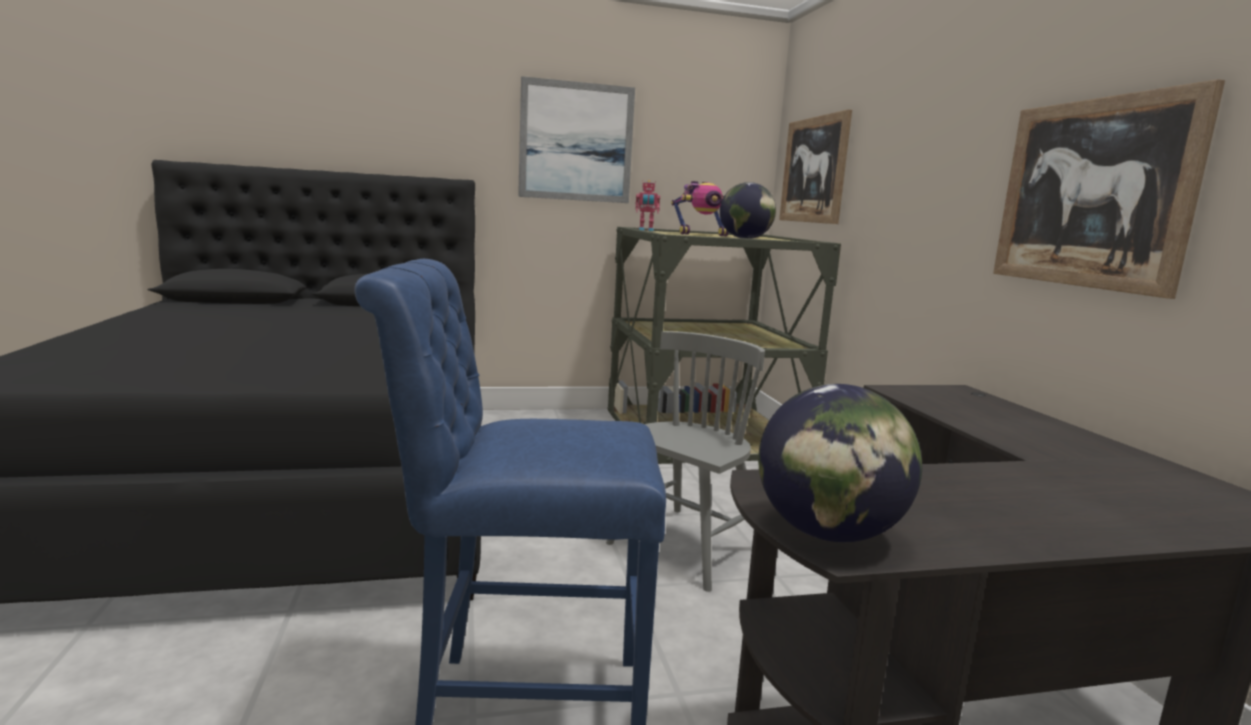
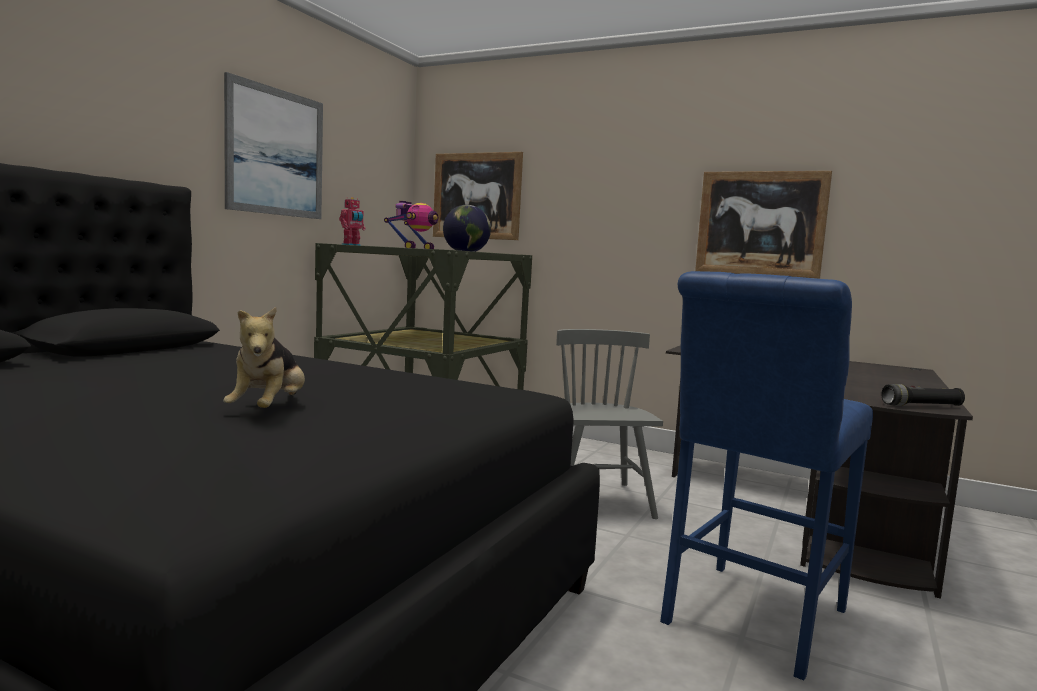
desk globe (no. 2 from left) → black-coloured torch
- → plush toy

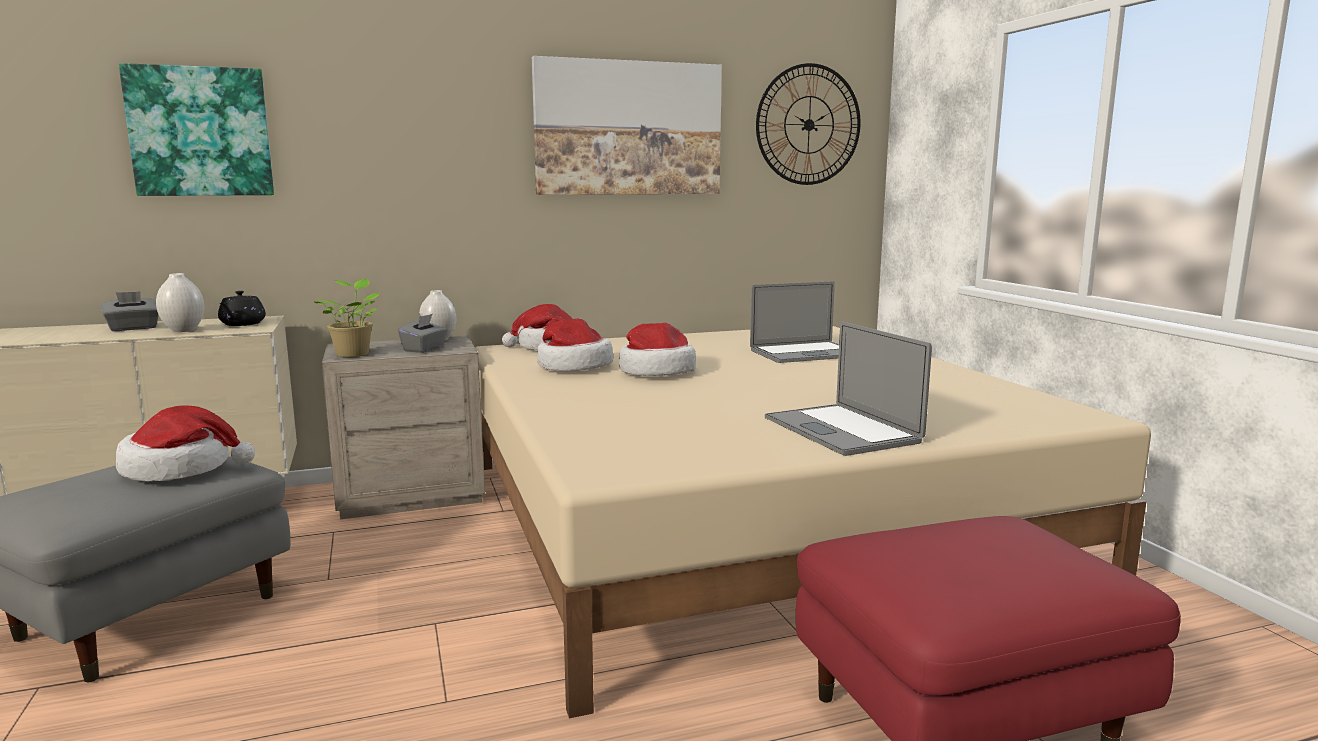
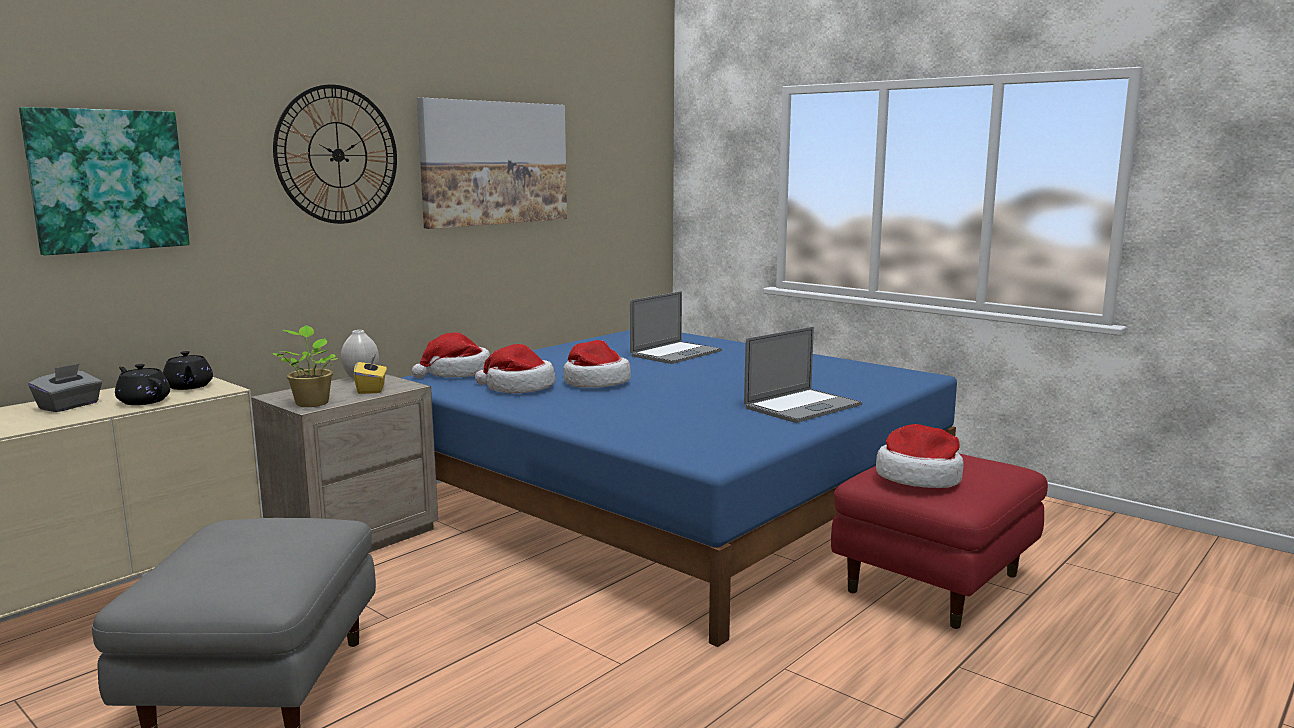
clock on the wall, shifted
whitish vase (no. 1 from left) → black-coloured teapot (no. 1 from left)
grey tissue box (no. 2 from left) → yellow-coloured tissue box
laptop (no. 2 from left), 75 degrees counterclockwise
beige-coloured bed → bluish bed
clothing hat (no. 1 from left in the first image) → clothing hat (no. 4 from left), shifted

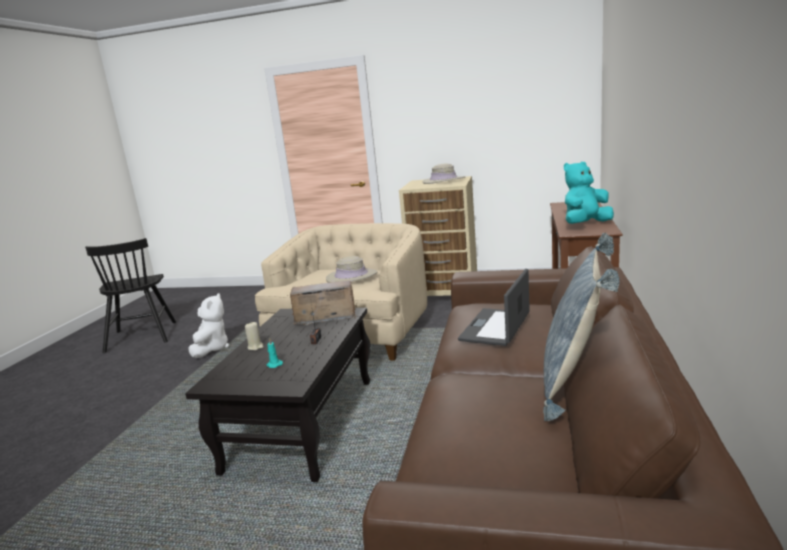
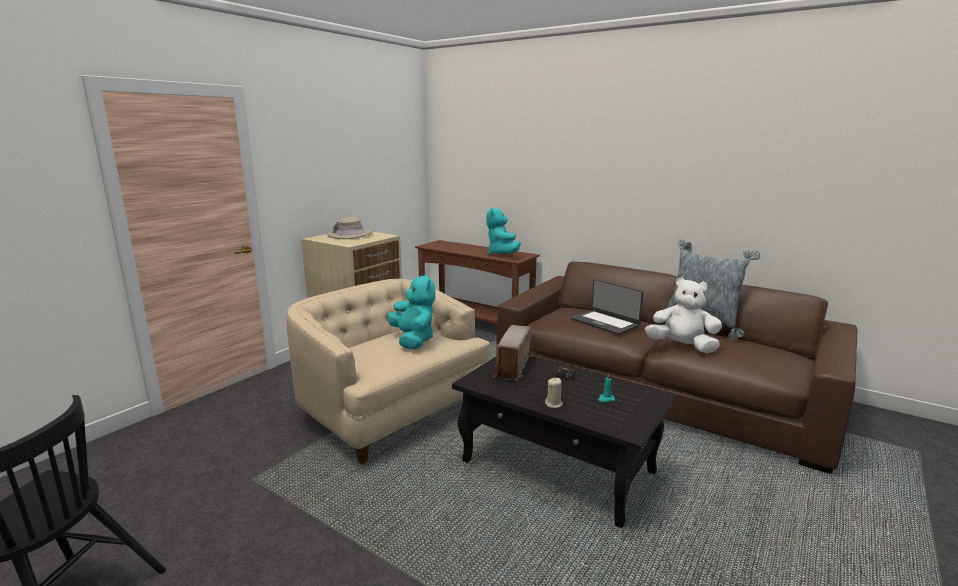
beige-coloured clothing hat (no. 1 from left) → blue-green plush toy (no. 1 from left)
whitish plush toy, shifted

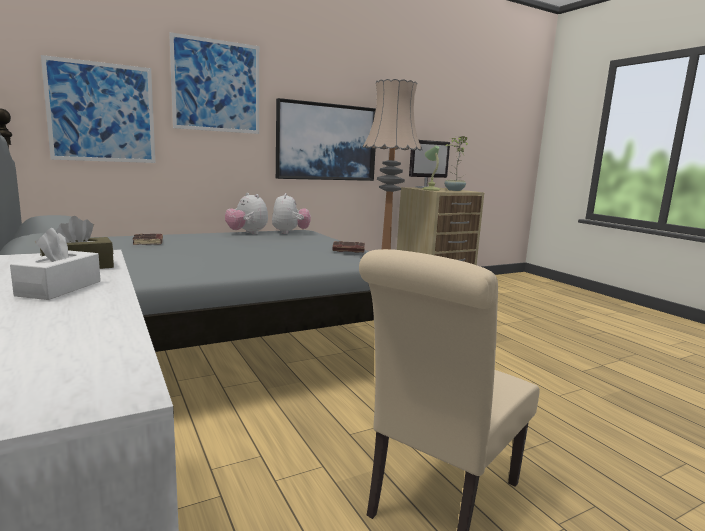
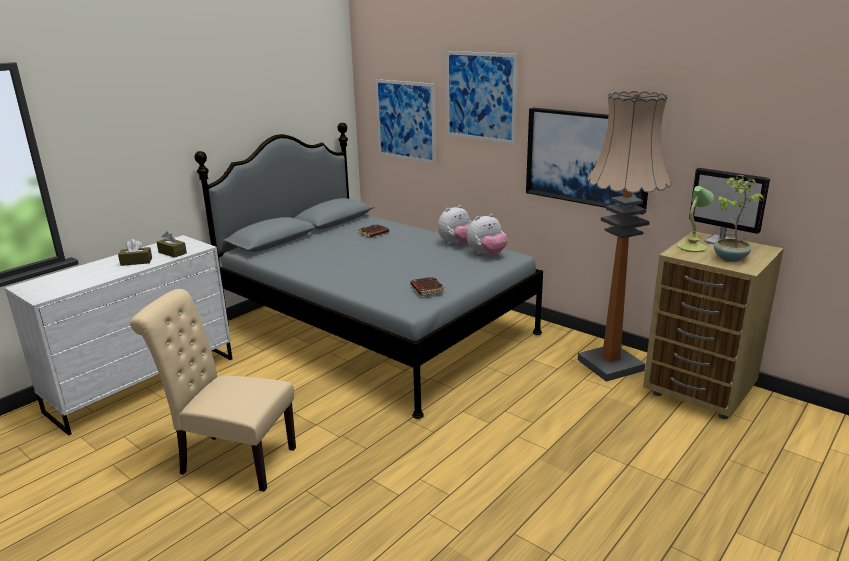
plush toy (no. 1 from left), 150 degrees counterclockwise
whitish tissue box → brownish tissue box (no. 1 from left)

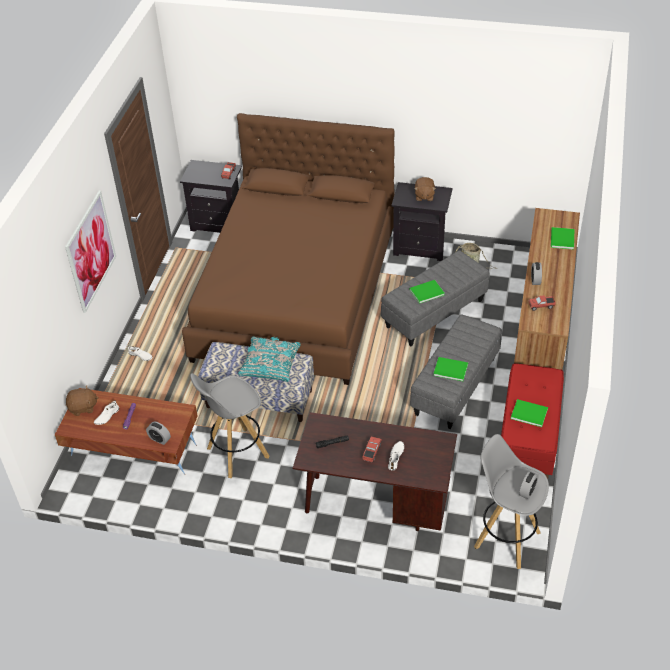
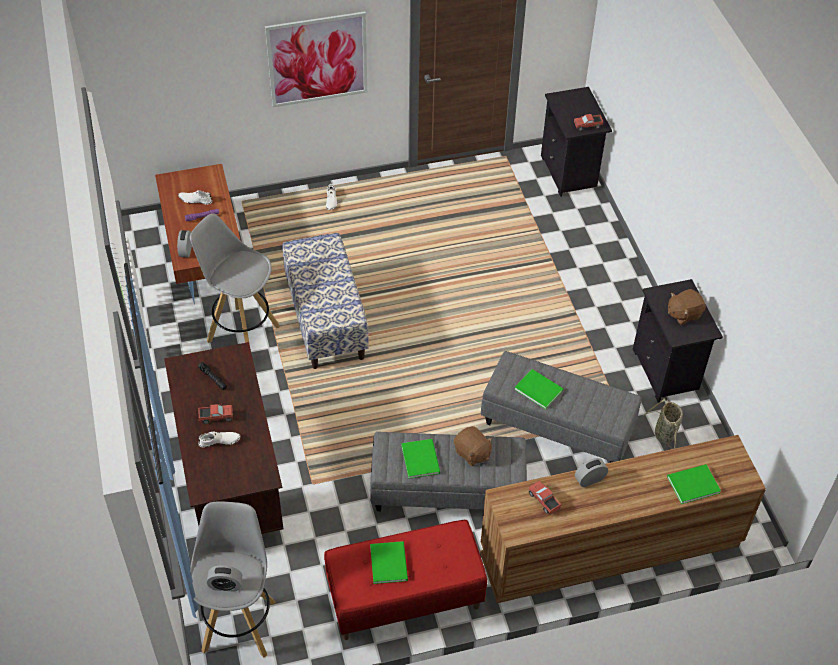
brownish bed → -
blue-green pillow → -
brownish plush toy (no. 1 from left), shifted

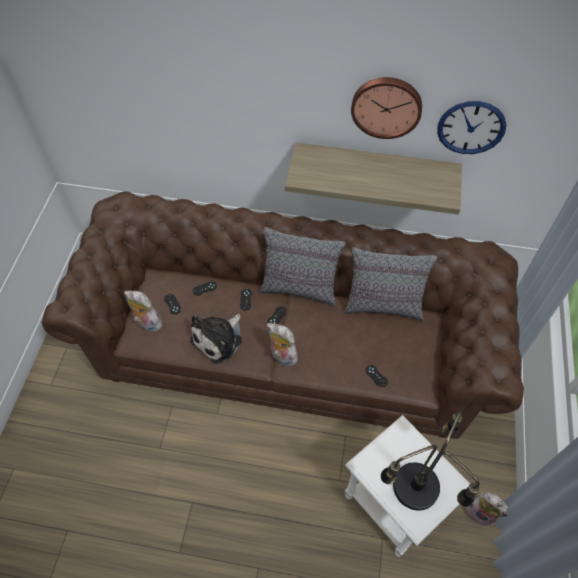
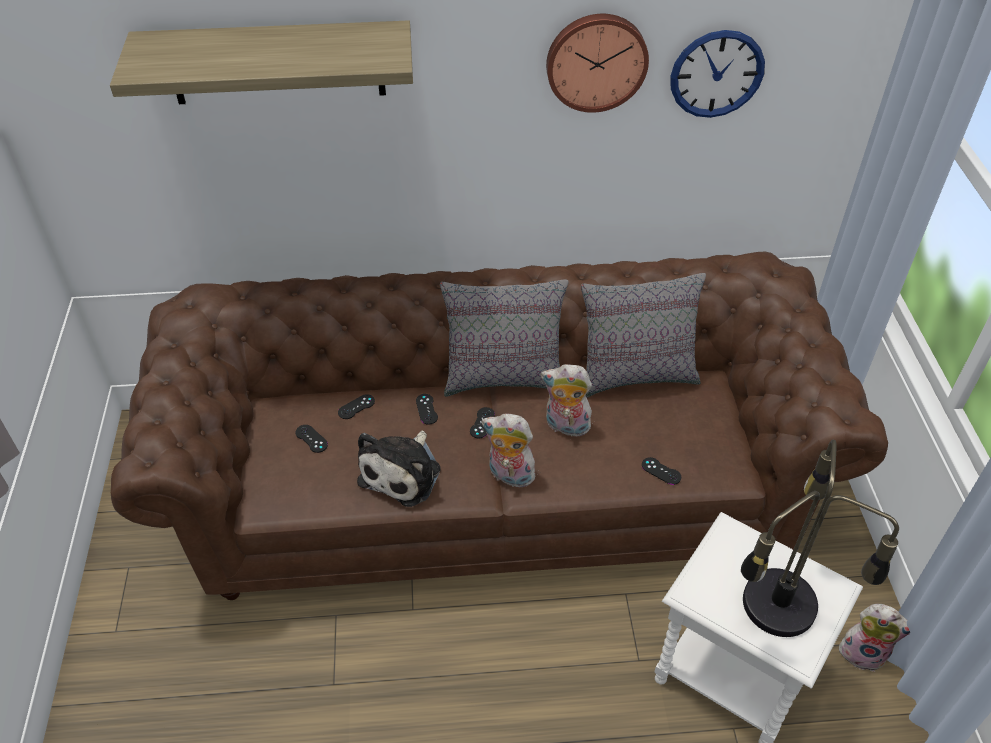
bracket shelf, shifted
plush toy (no. 1 from left in the first image) → plush toy (no. 3 from left), shifted

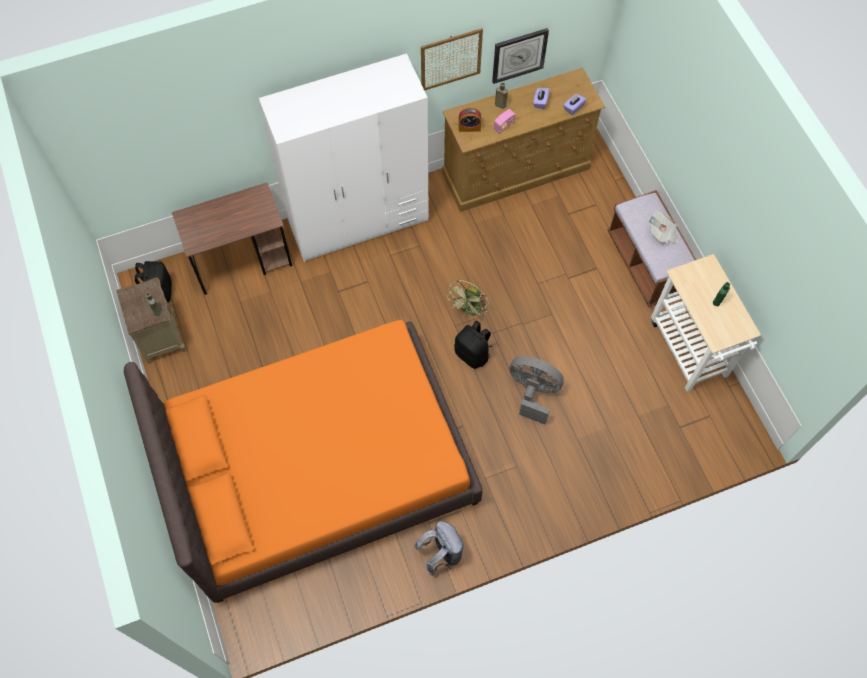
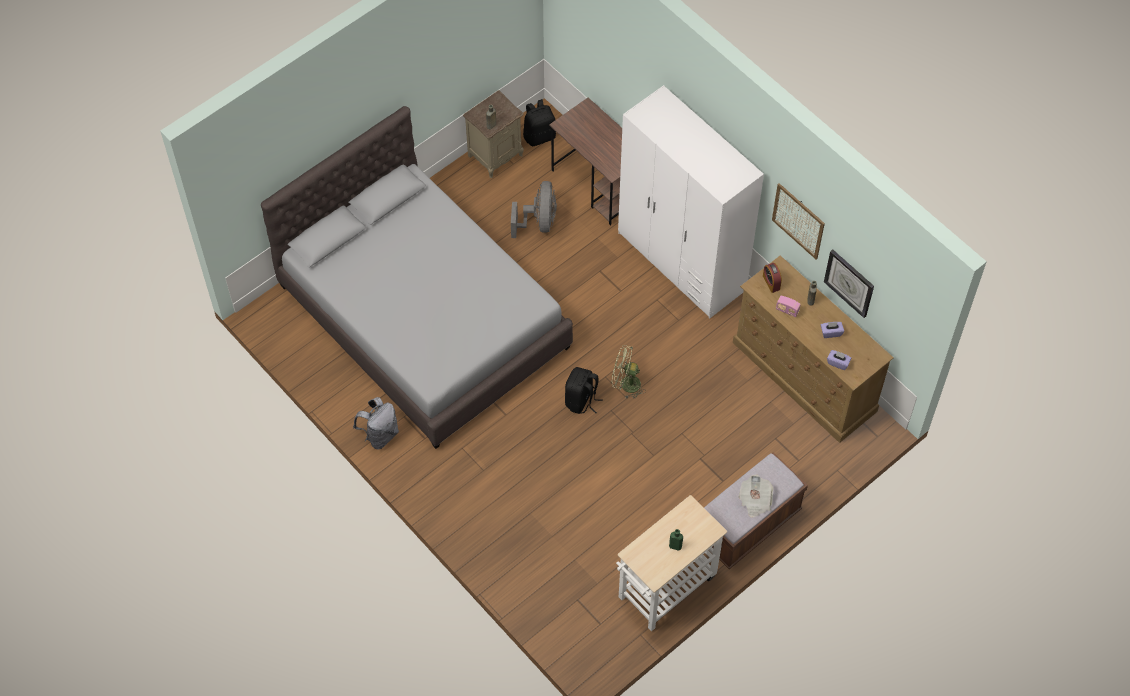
orangey bed → grey bed
grey electric fan, shifted

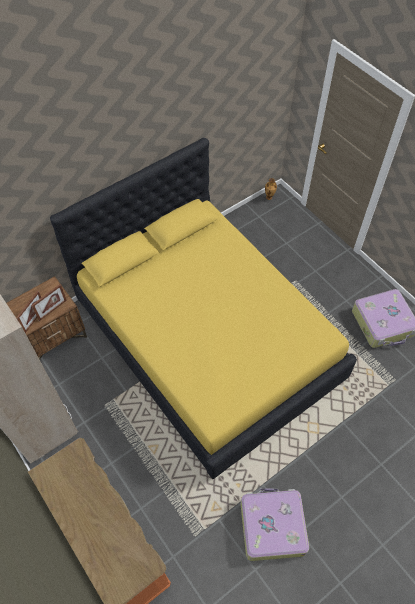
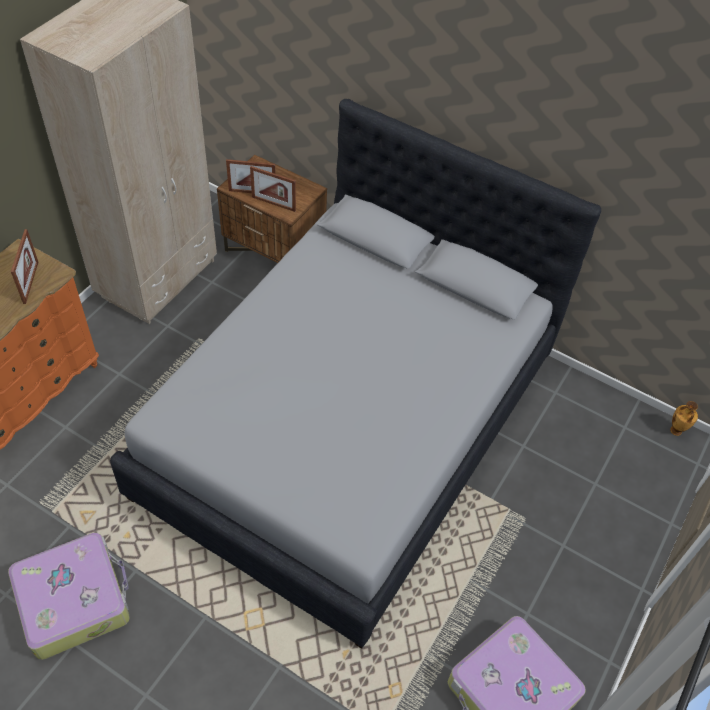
yellow-coloured bed → grey bed
- → photo frame (no. 1 from left)

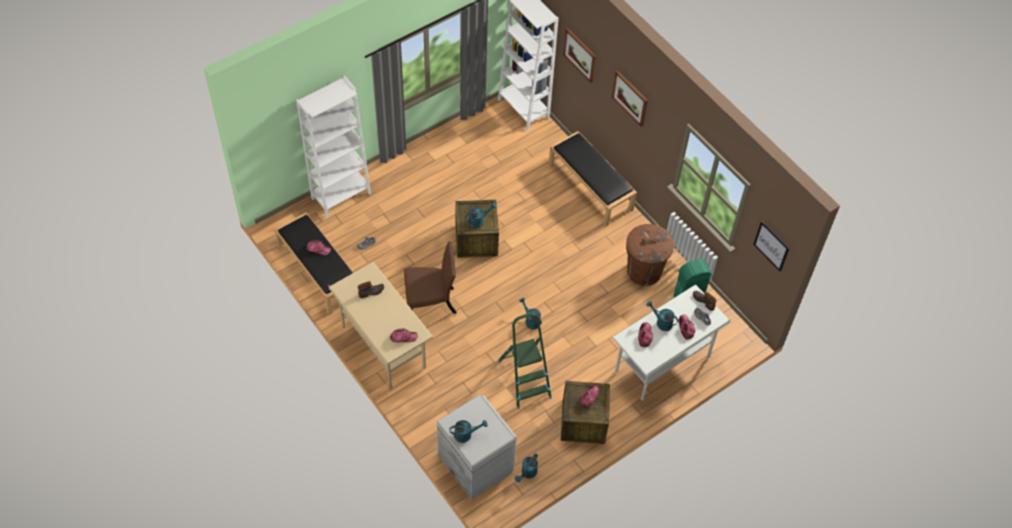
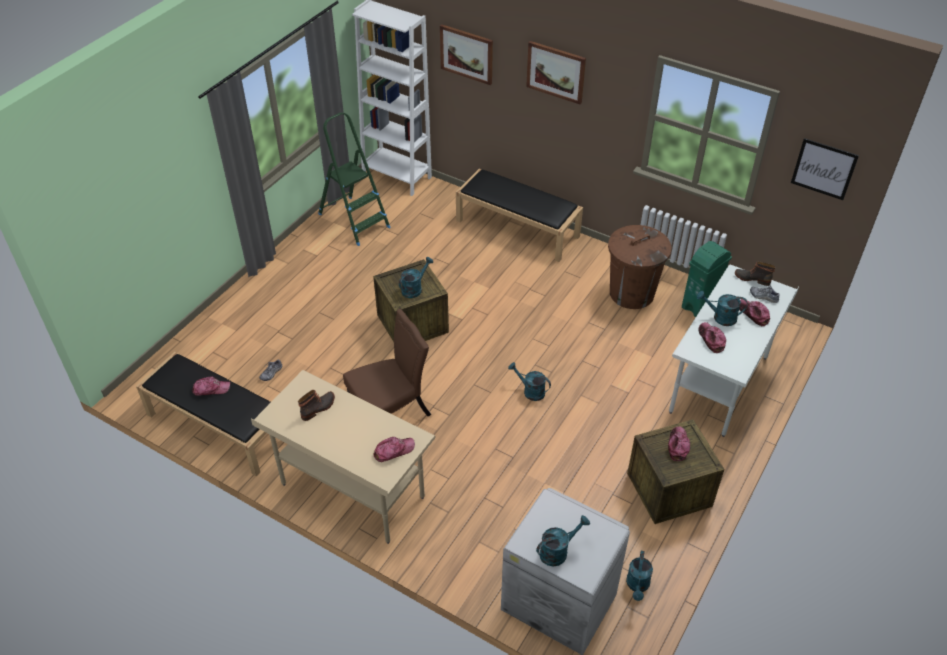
whitish shelving unit (no. 1 from left) → -
greenish step ladder, shifted

